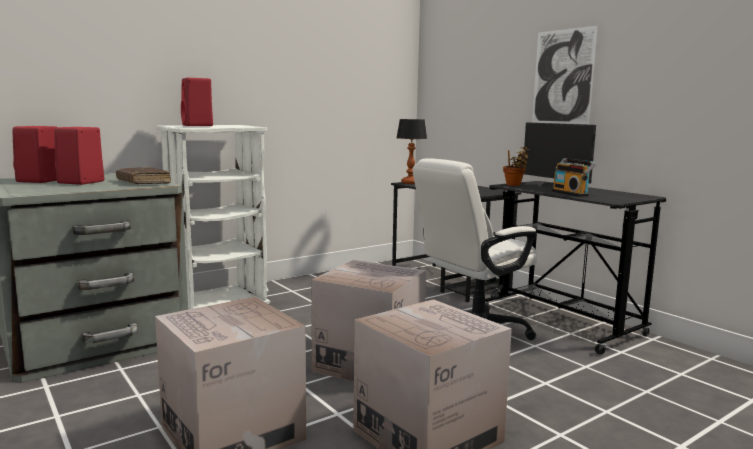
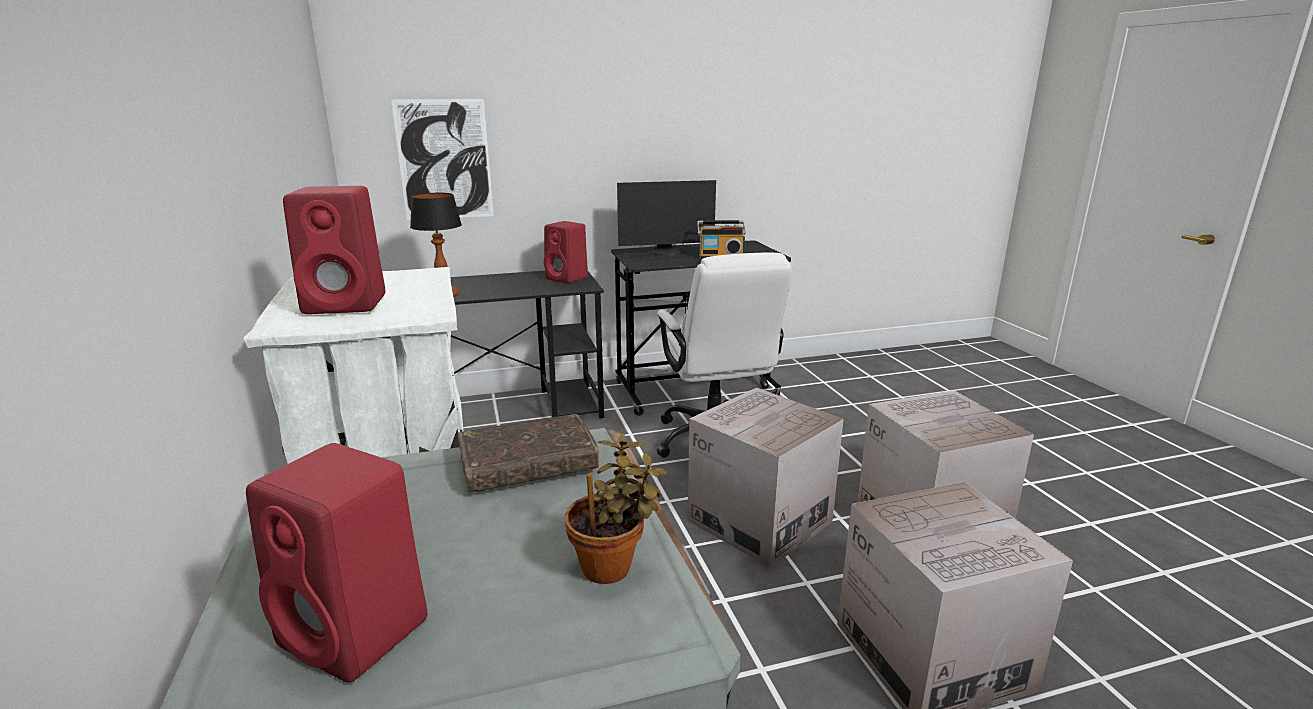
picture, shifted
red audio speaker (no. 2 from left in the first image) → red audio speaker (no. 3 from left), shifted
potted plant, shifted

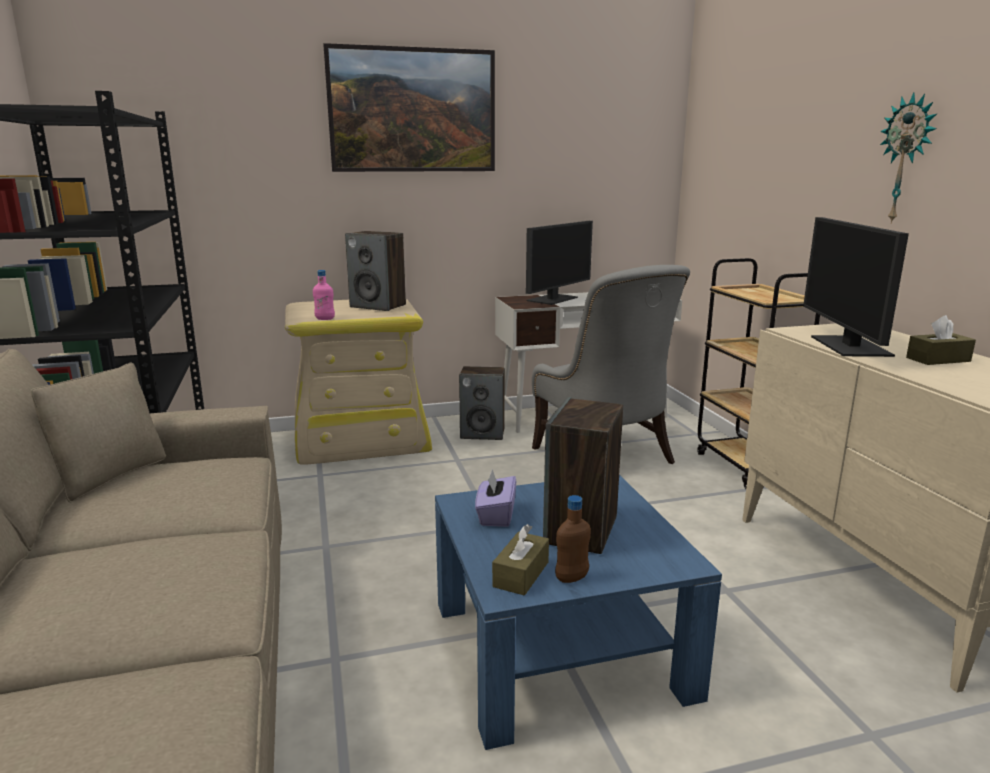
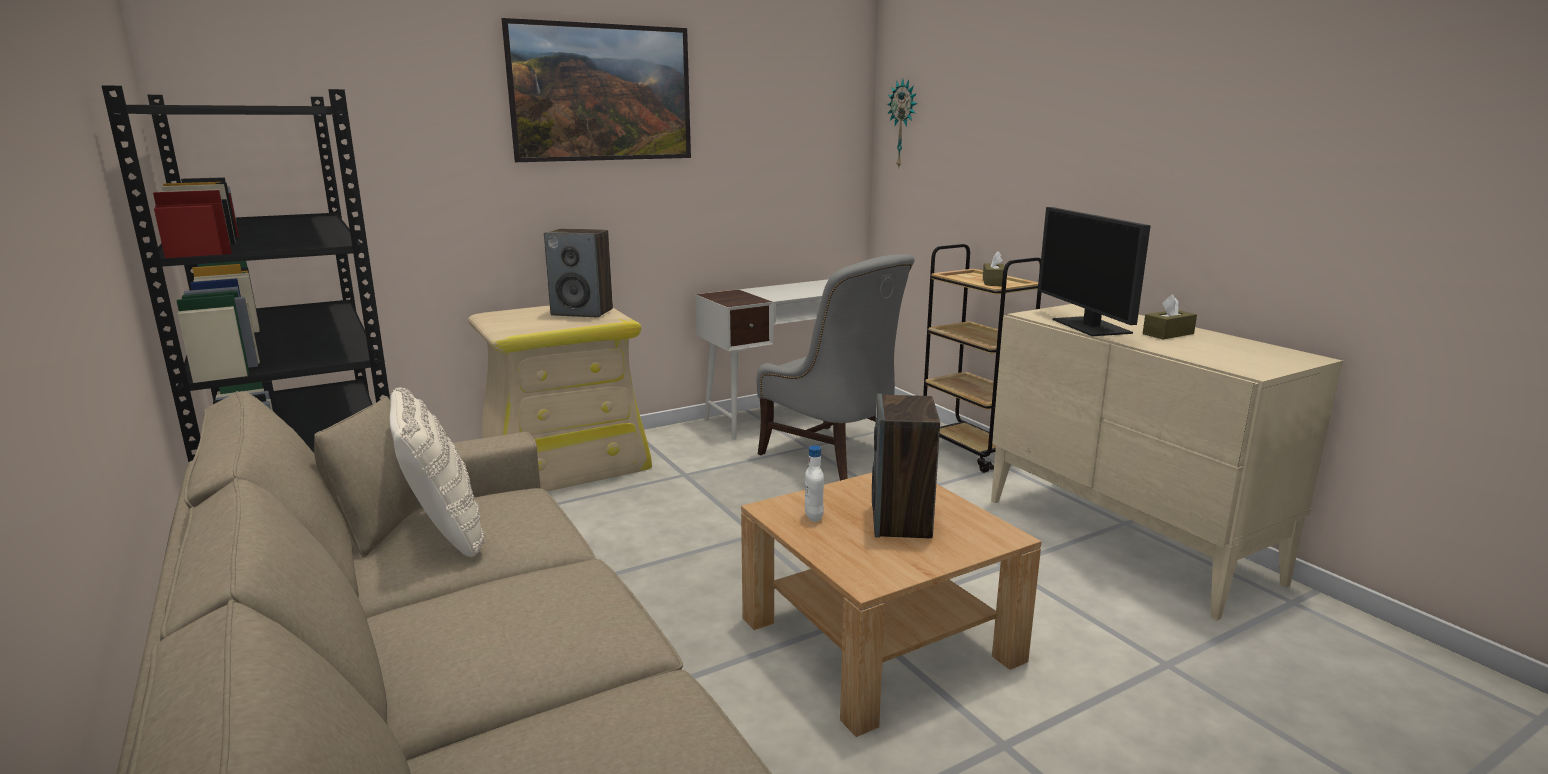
clock on the wall, shifted
monitor (no. 1 from left) → -
pinkish bottle → -
audio speaker (no. 2 from left) → -
purple tissue box → whitish bottle
bluish coffee table → brownish coffee table
brownish bottle → -
brownish tissue box (no. 1 from left), shifted
- → beige-coloured pillow

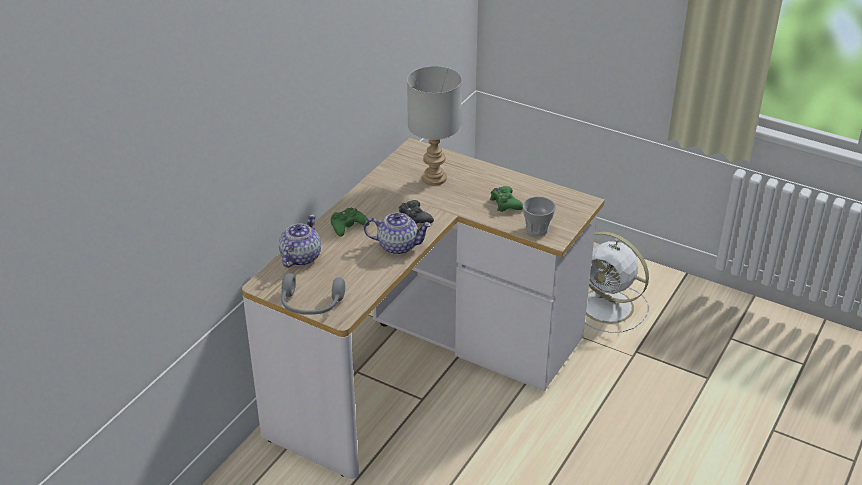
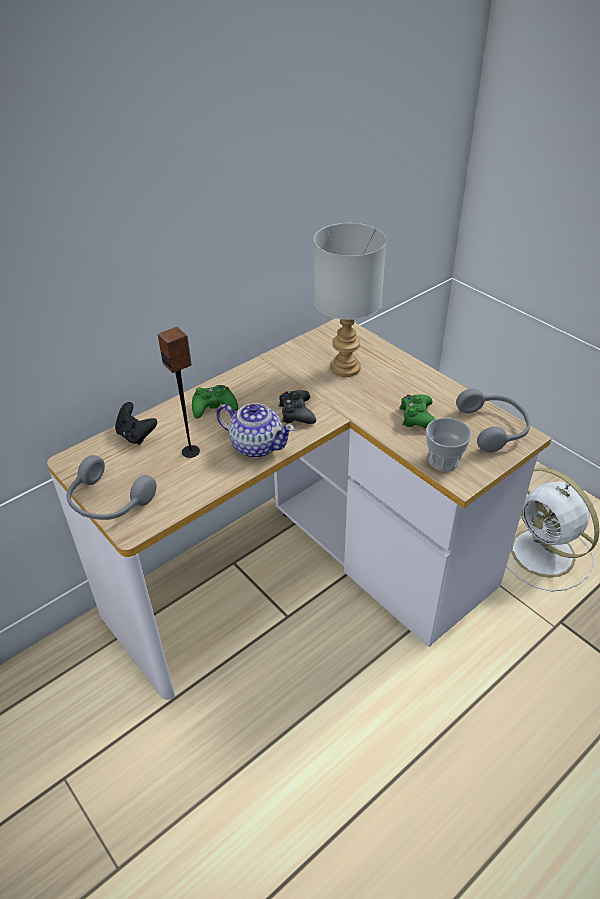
teapot (no. 1 from left) → black-coloured joypad (no. 1 from left)
- → audio speaker
- → grey pair of headphones (no. 2 from left)

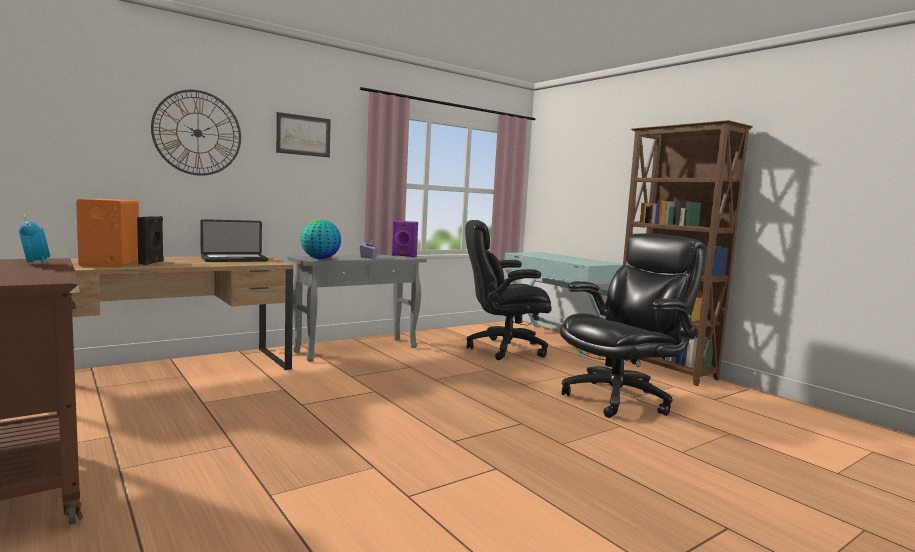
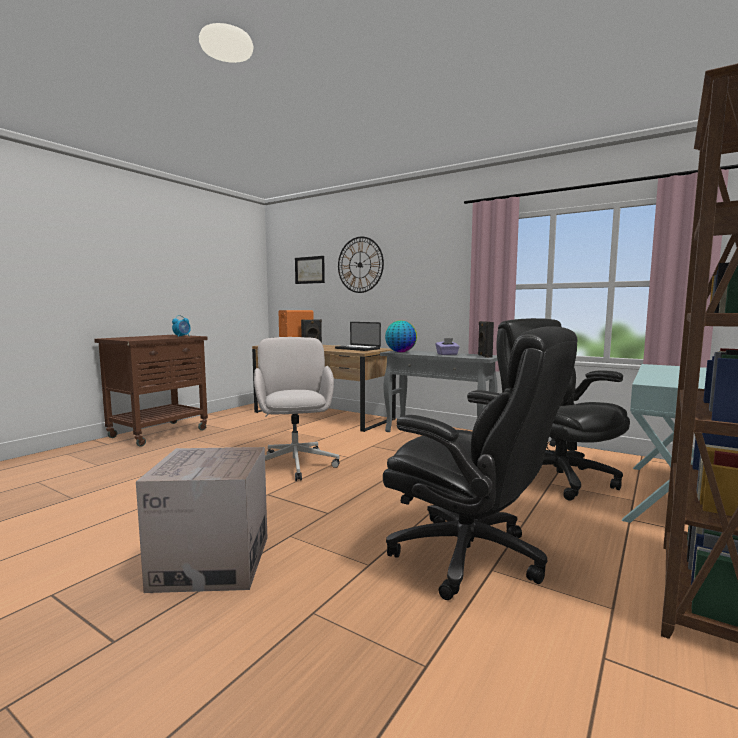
picture, shifted
purple audio speaker → black-coloured audio speaker (no. 2 from left)
- → whitish office chair
- → carton

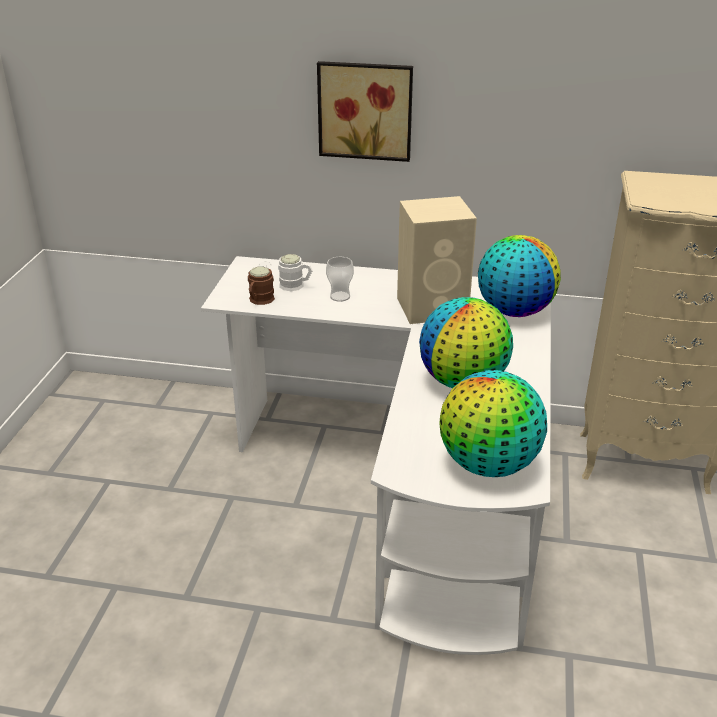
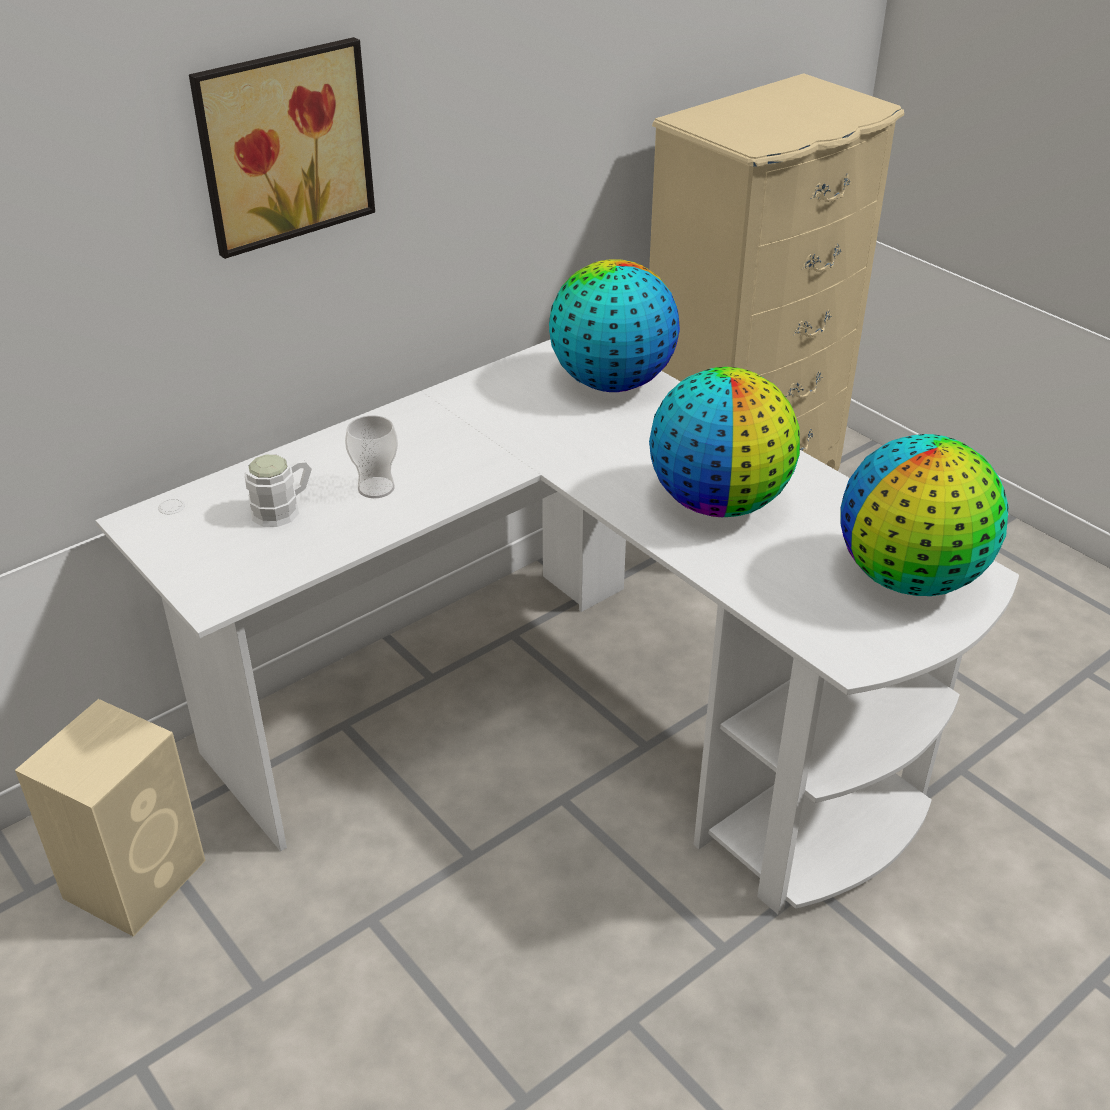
beige-coloured audio speaker, shifted
brownish mug → -

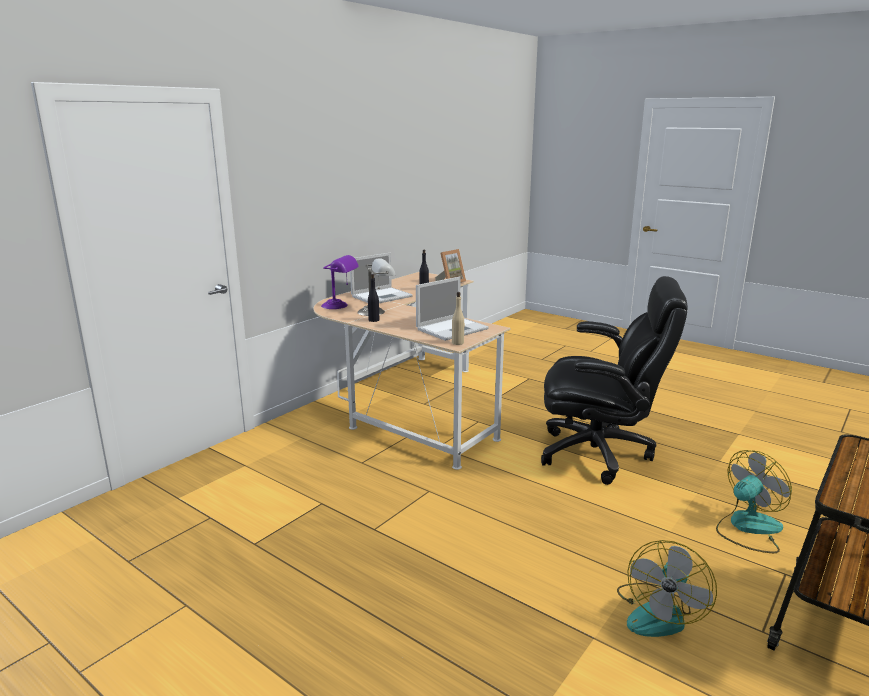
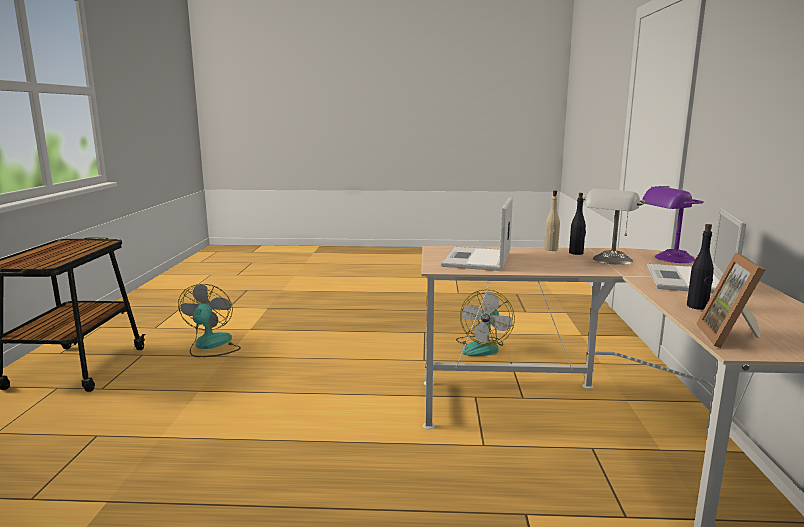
black-coloured office chair → -
beige-coloured bottle, shifted
electric fan (no. 2 from left), shifted

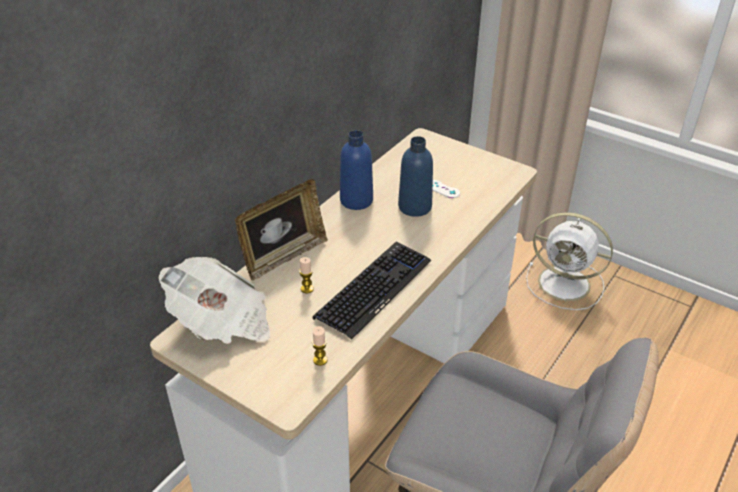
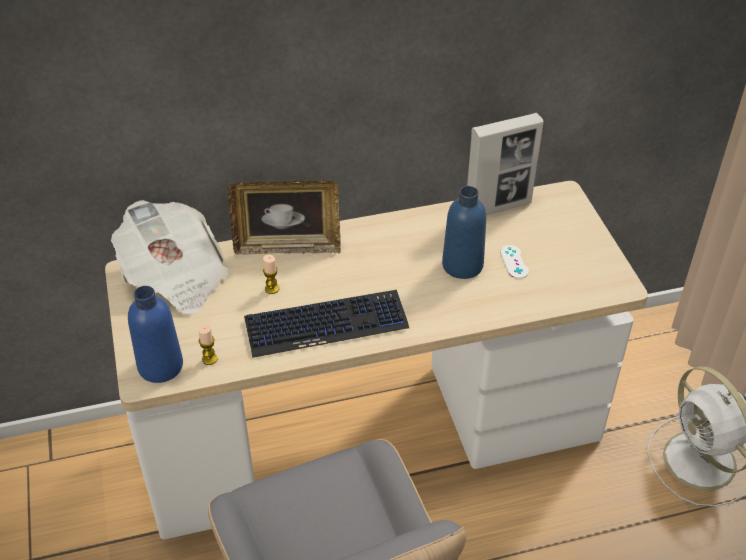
bluish bottle (no. 1 from left), shifted
- → photo frame (no. 2 from left)

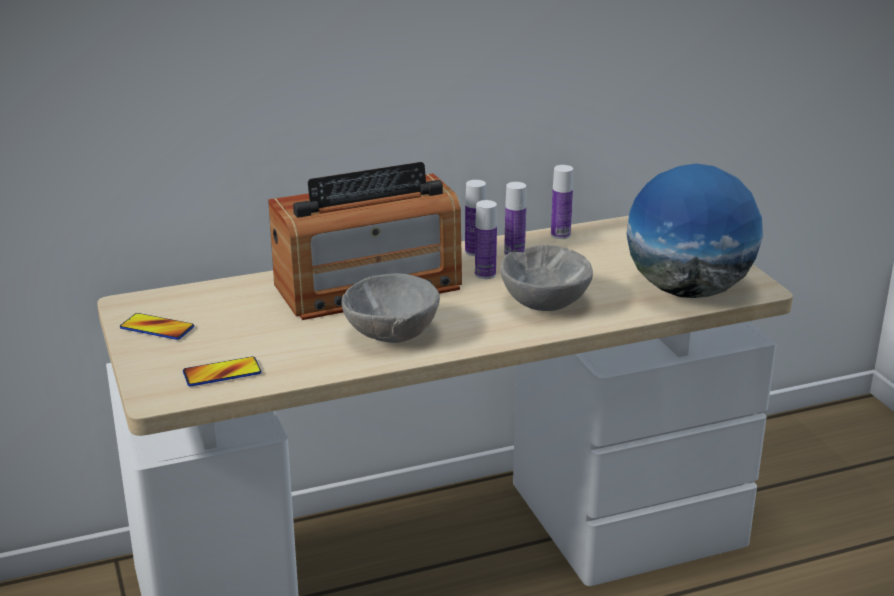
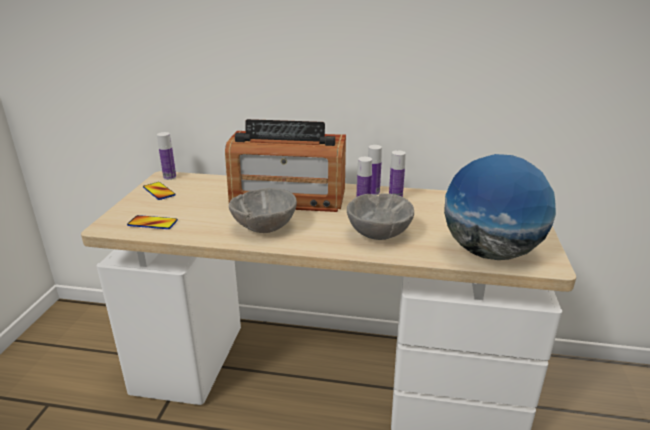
bottle (no. 4 from left in the first image) → bottle (no. 1 from left), shifted

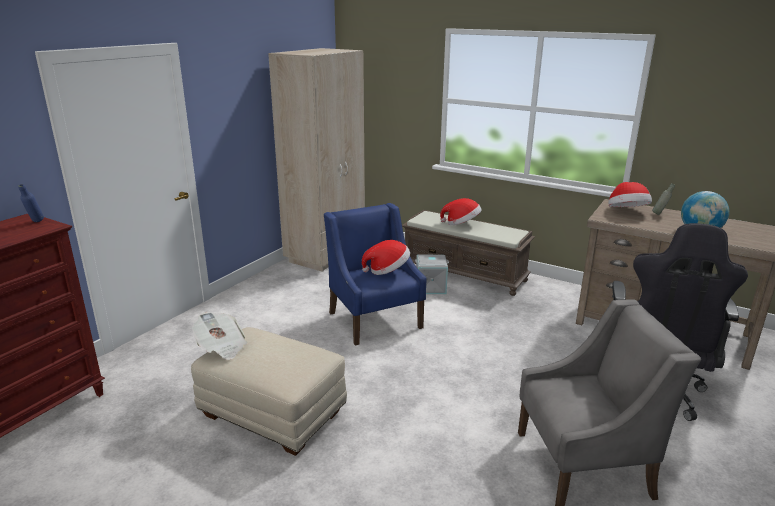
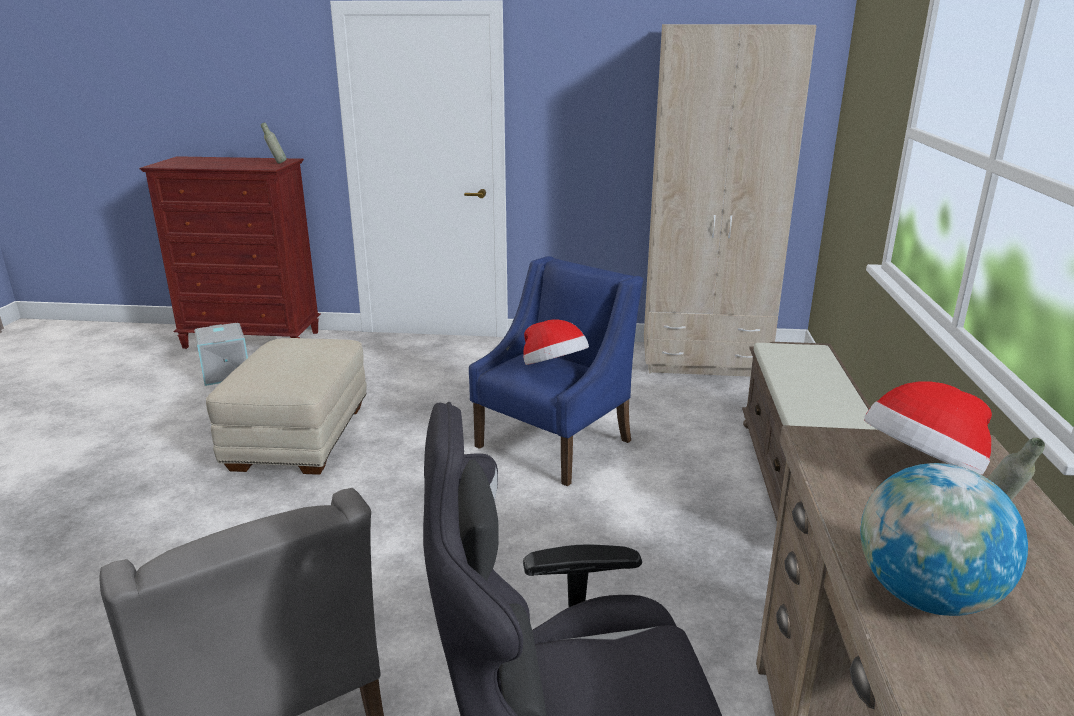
bluish bottle → grey bottle (no. 1 from left)
clothing hat (no. 2 from left) → -
grey storage container, shifted
daily paper → -

